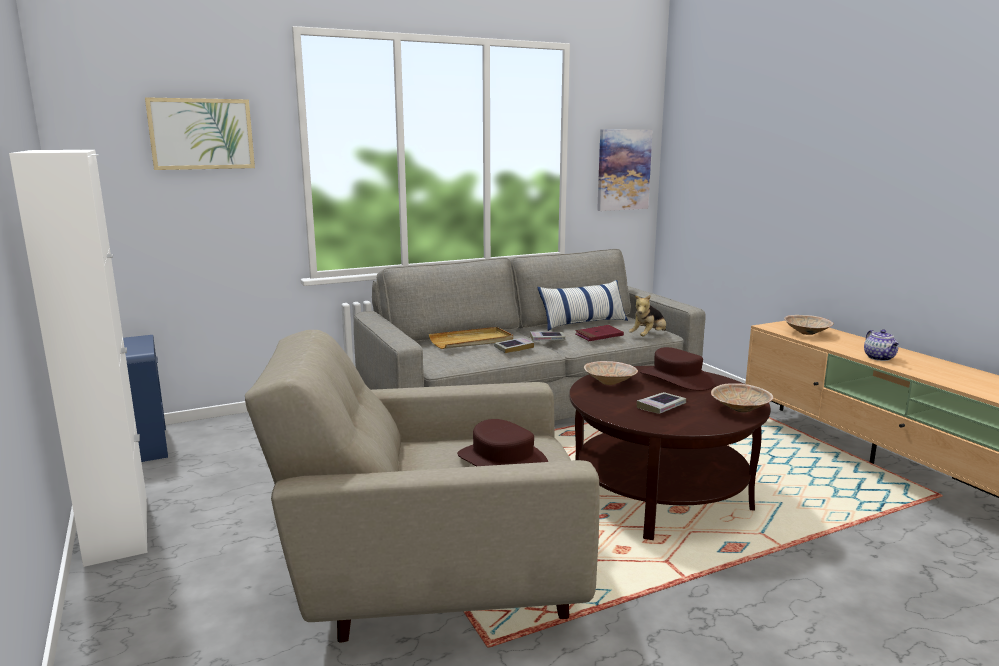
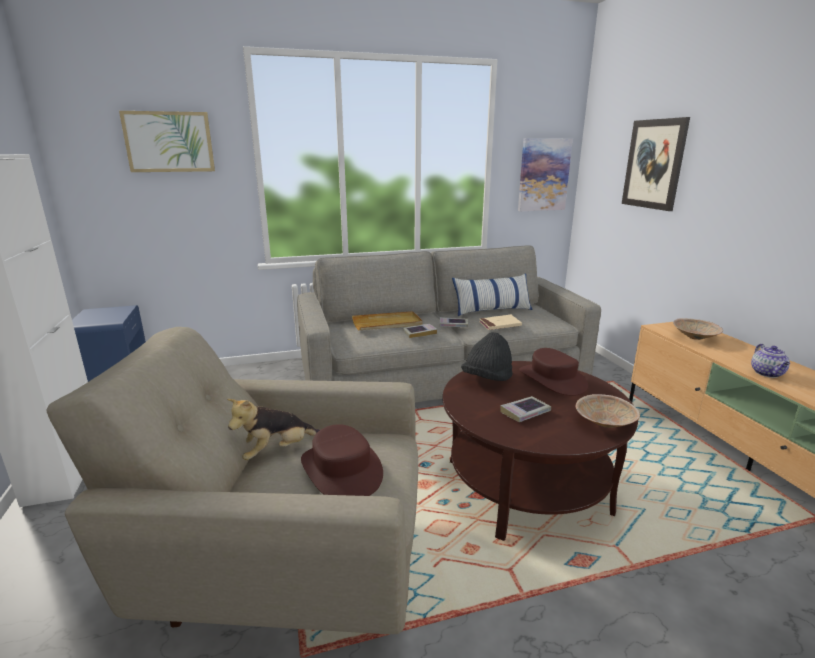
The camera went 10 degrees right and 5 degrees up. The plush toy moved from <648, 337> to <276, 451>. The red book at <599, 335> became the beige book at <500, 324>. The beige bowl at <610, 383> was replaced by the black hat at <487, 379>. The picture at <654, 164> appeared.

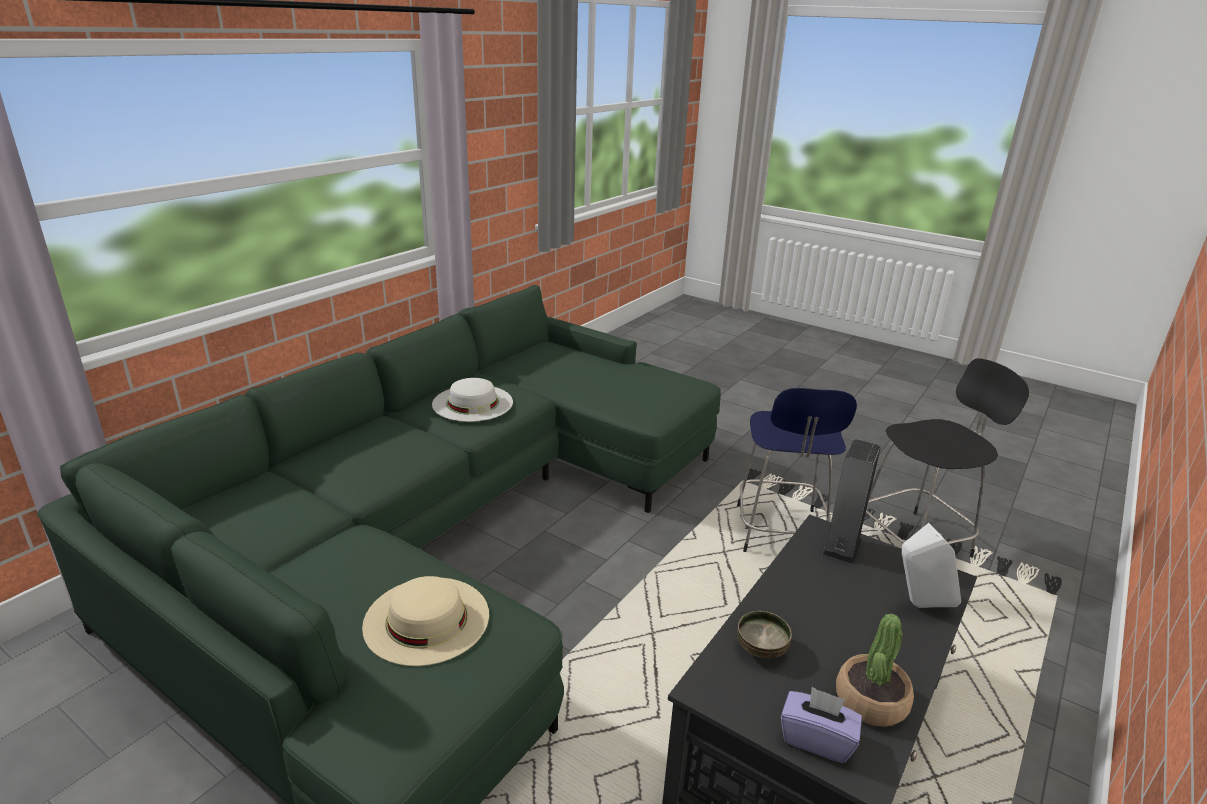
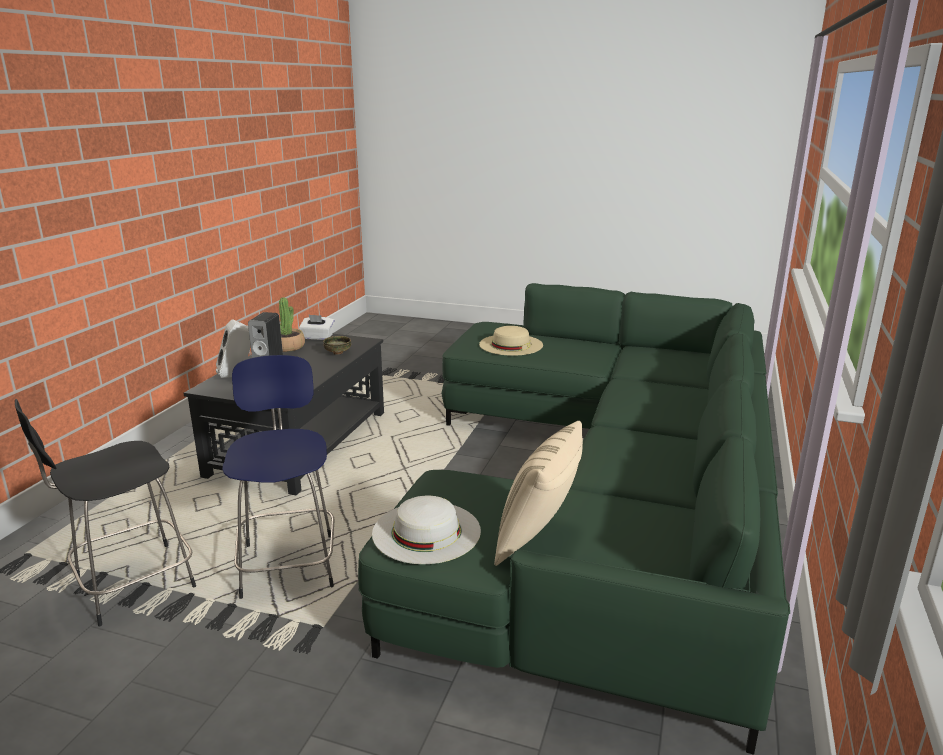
The camera went 165 degrees right and 5 degrees down. The white hat moved from <472, 403> to <426, 531>. The purple tissue box at <816, 739> became the white tissue box at <317, 337>. The beige pillow at <539, 539> appeared.

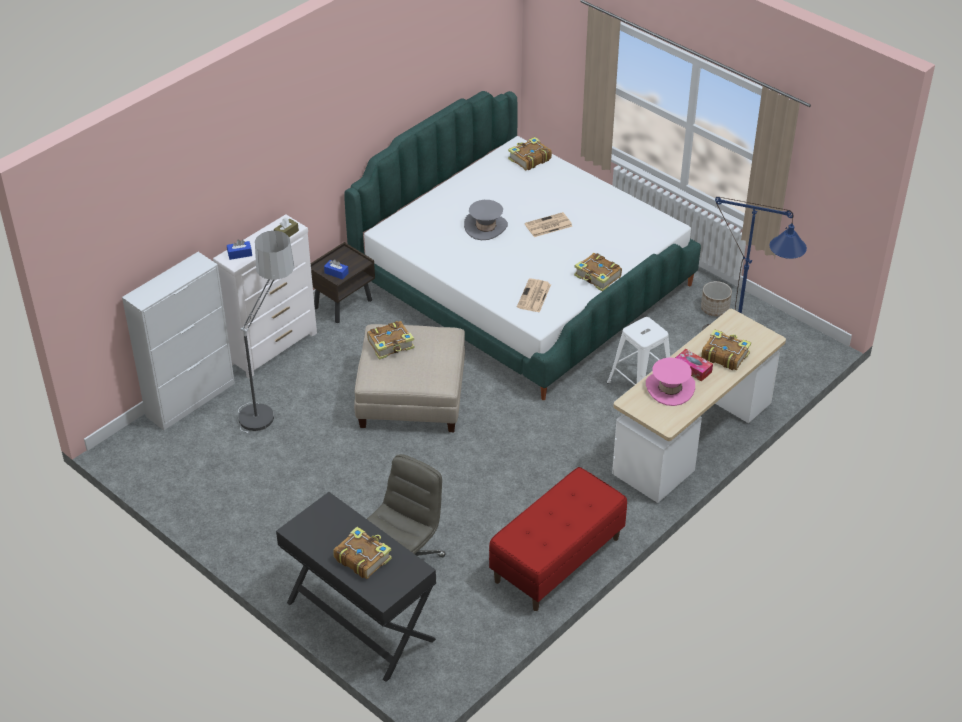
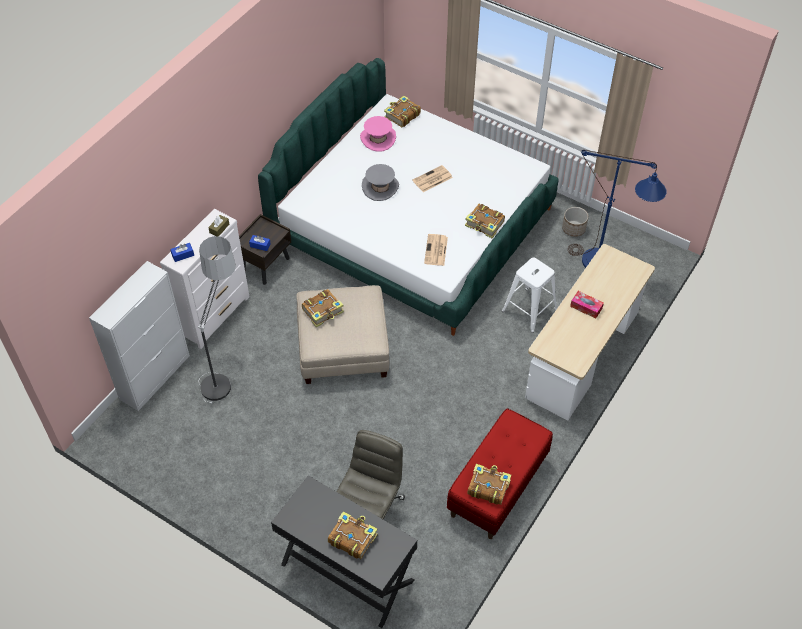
The camera went 10 degrees left and 10 degrees up. The book moved from <724, 355> to <488, 487>. The pink hat moved from <670, 388> to <378, 139>.

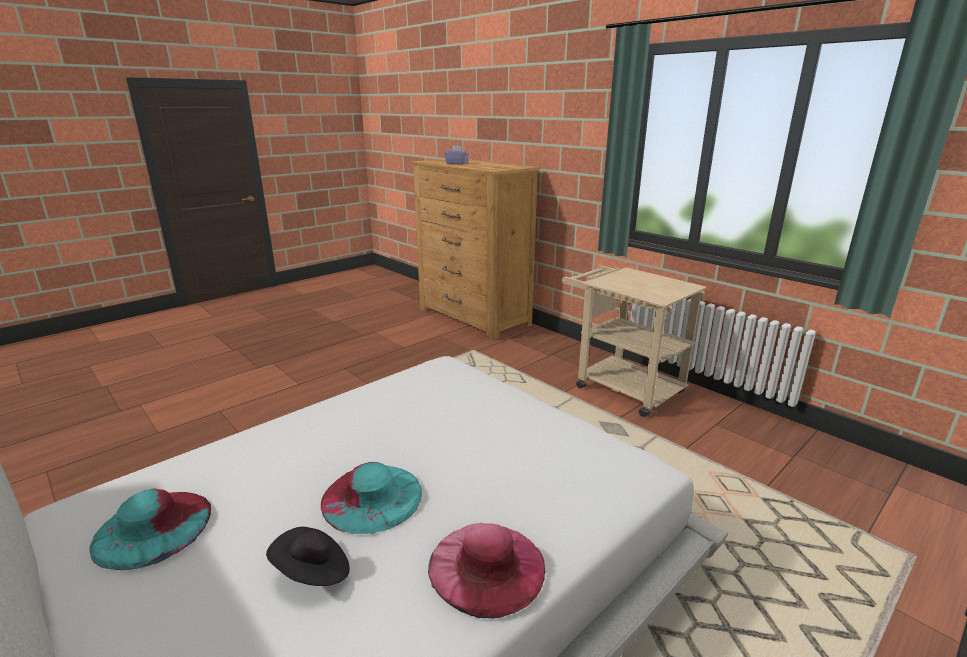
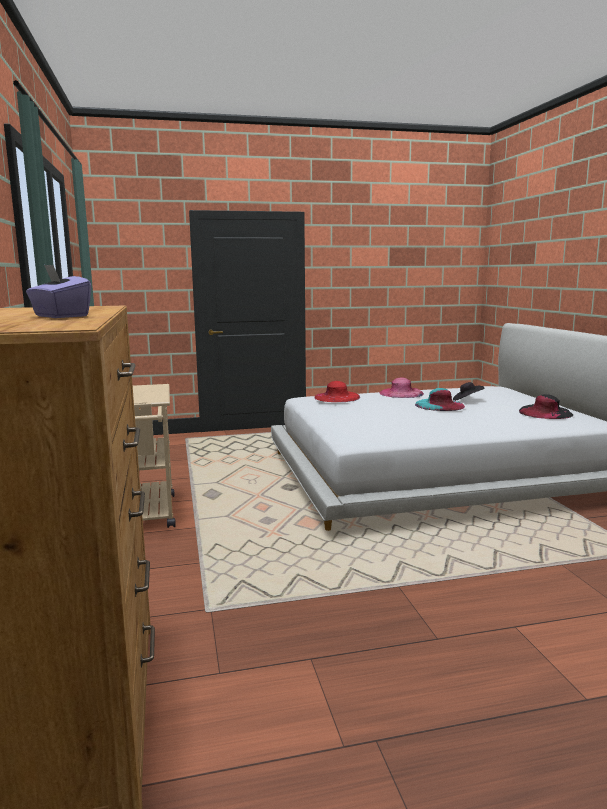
The camera went 150 degrees left and 10 degrees down. The turquoise hat at <153, 527> became the black hat at <545, 412>. The red hat at <337, 397> appeared.

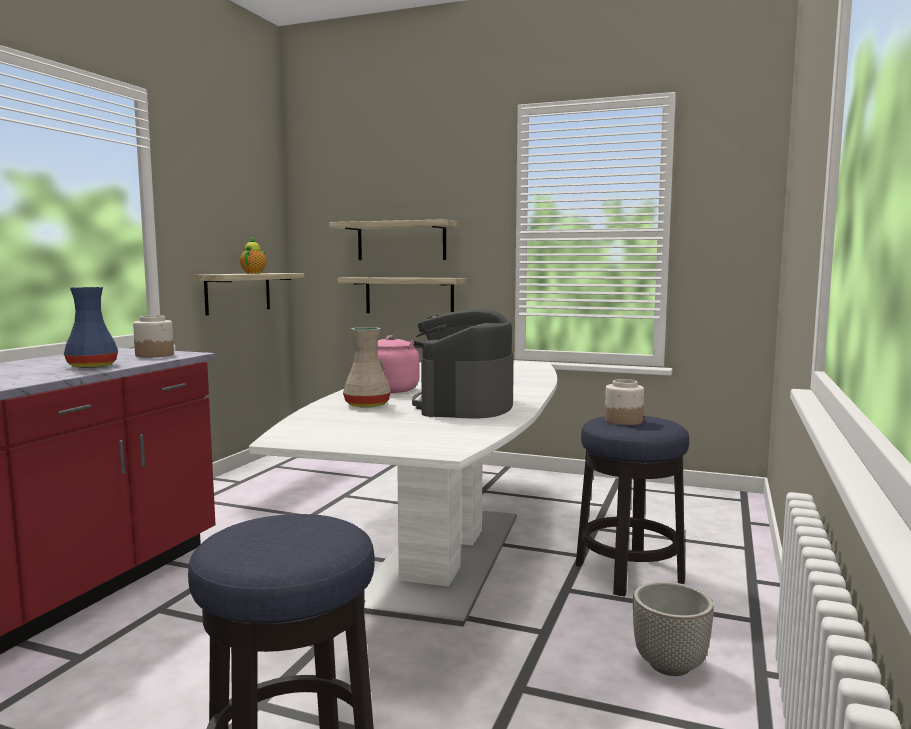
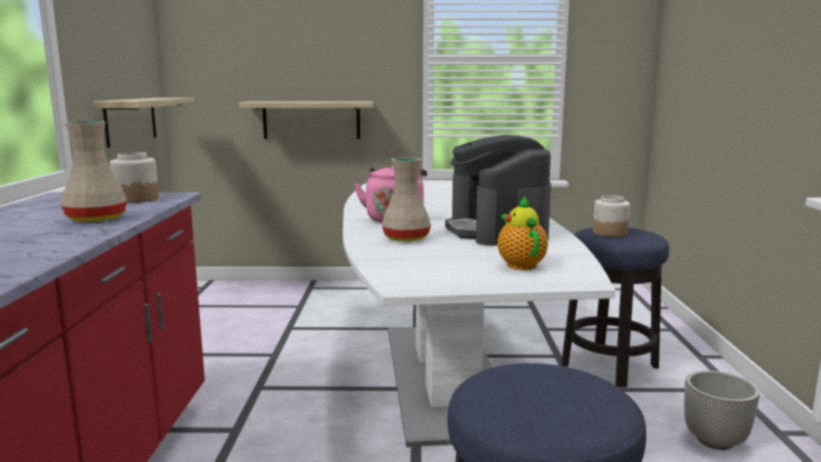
The camera went 20 degrees left and 5 degrees up. The shelf at <401, 241> disappeared. The teapot moved from <254, 273> to <520, 264>. The blue vase at <93, 366> became the beige vase at <97, 219>.

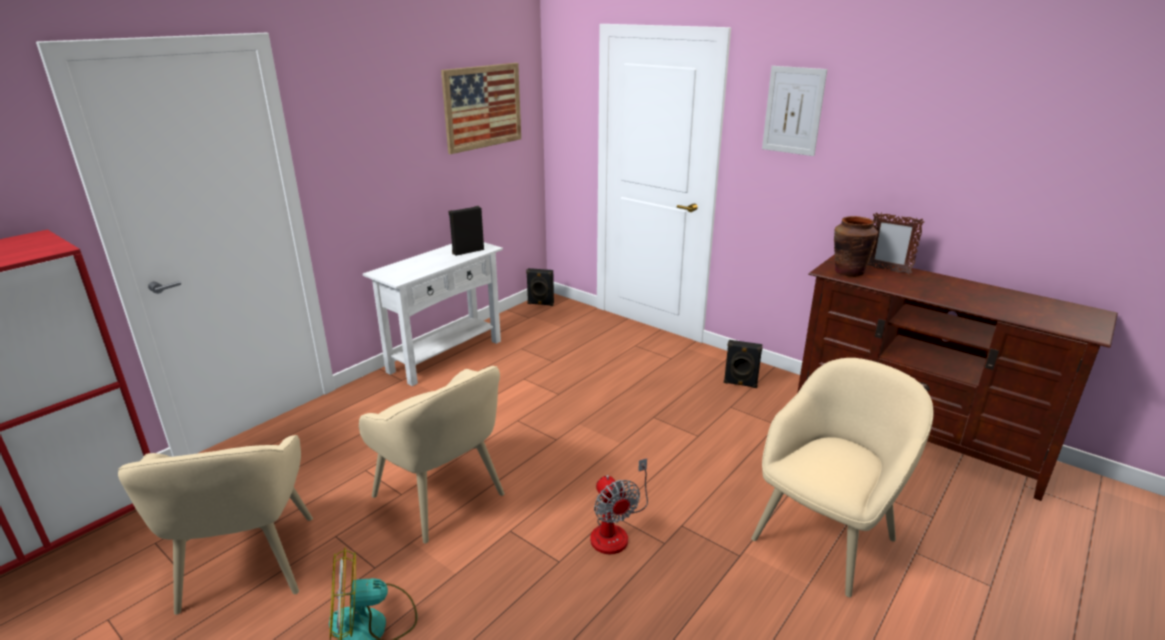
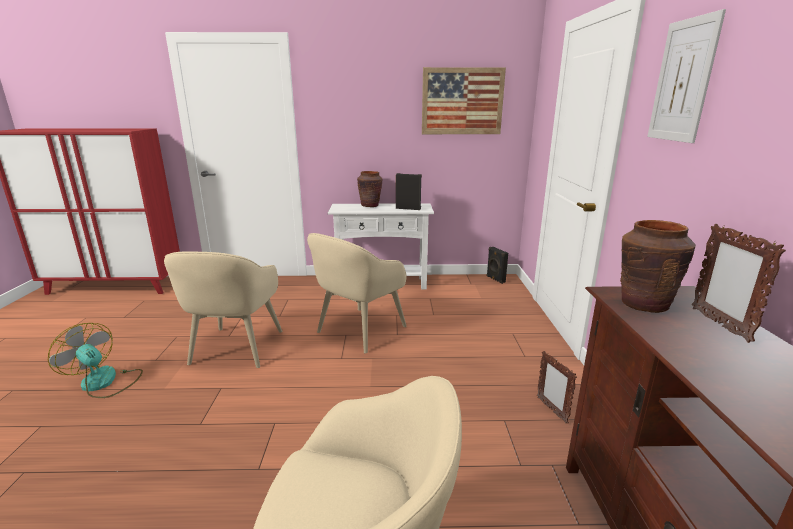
The camera went 50 degrees right and 5 degrees down. The black speaker at <740, 384> was replaced by the picture frame at <551, 410>. The beige armchair moved from <248, 565> to <360, 330>. The fan at <615, 530> disappeared. The brown vase at <370, 205> appeared.

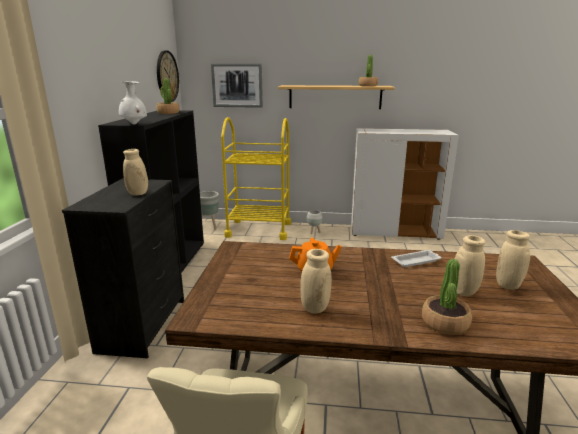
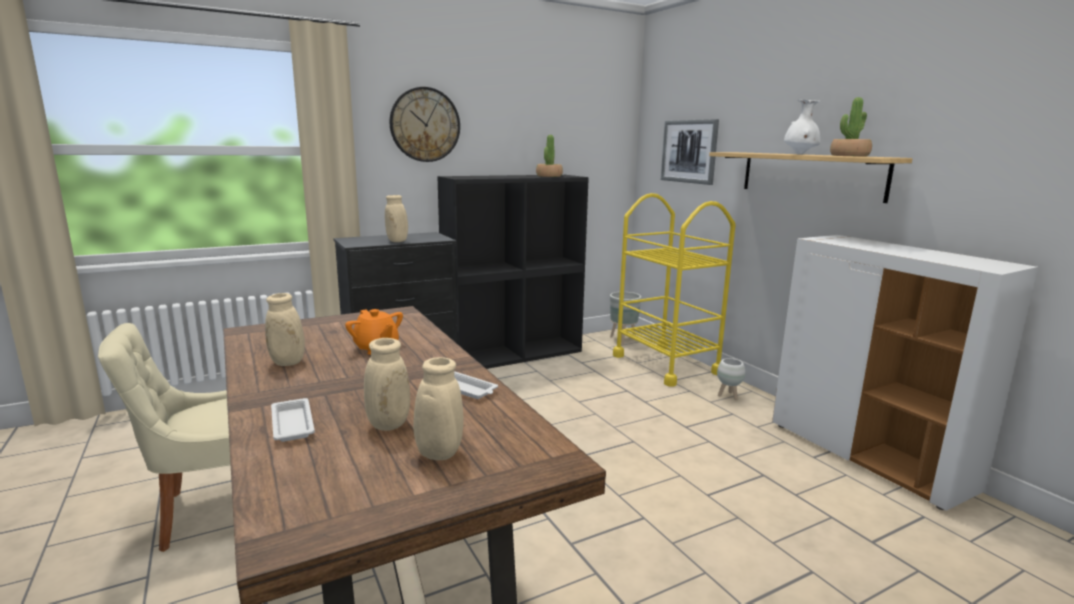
The camera went 55 degrees right and 5 degrees down. The wall clock moved from <167, 76> to <425, 125>. The white vase moved from <134, 124> to <800, 154>. The potted plant at <445, 323> was replaced by the white tray at <292, 423>.

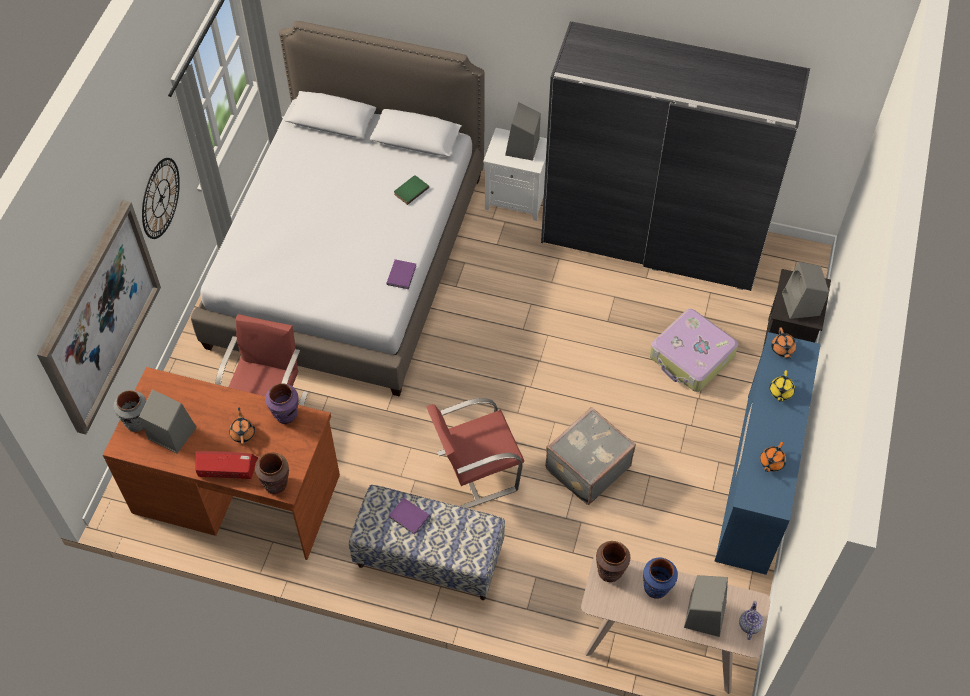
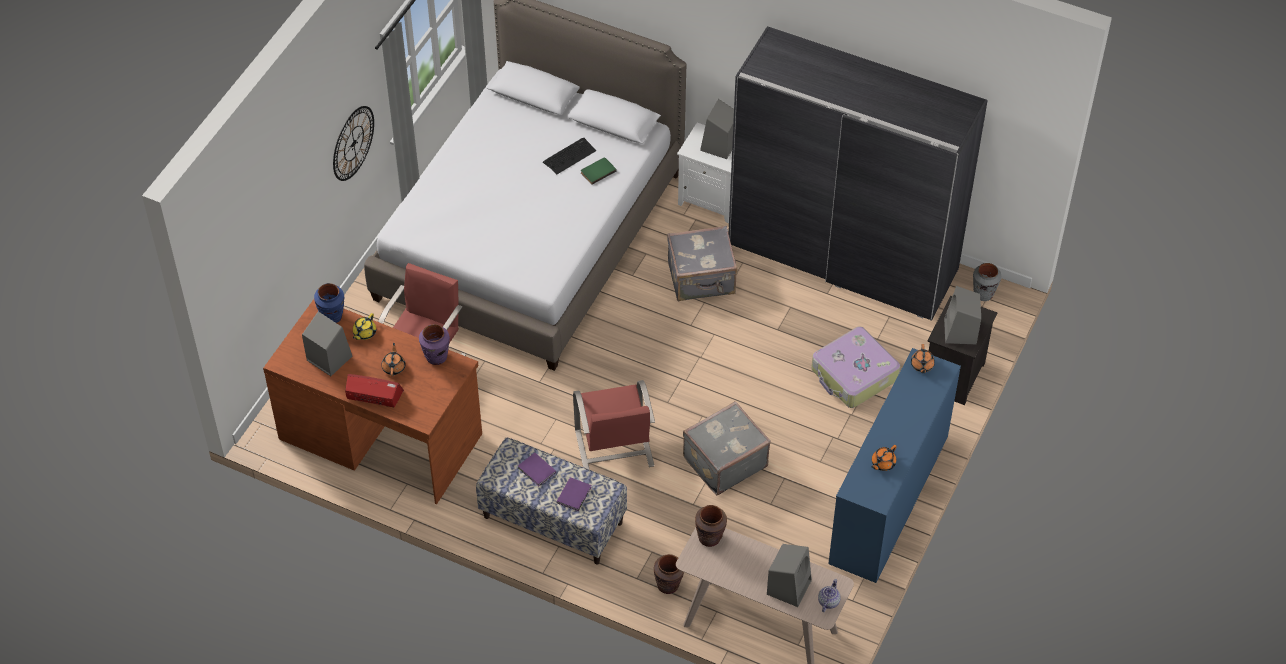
The camera went 10 degrees right and 5 degrees down. The picture at <99, 317> disappeared. The purple book moved from <402, 274> to <575, 494>. The yellow teapot moved from <780, 392> to <364, 333>. The grey vase moved from <137, 422> to <983, 294>. The red chair at <475, 471> turned 90 degrees counterclockwise. The brown vase moved from <276, 484> to <668, 585>. The blue vase moved from <656, 588> to <332, 316>. The keyboard at <569, 156> appeared. The grey suitcase at <702, 279> appeared.

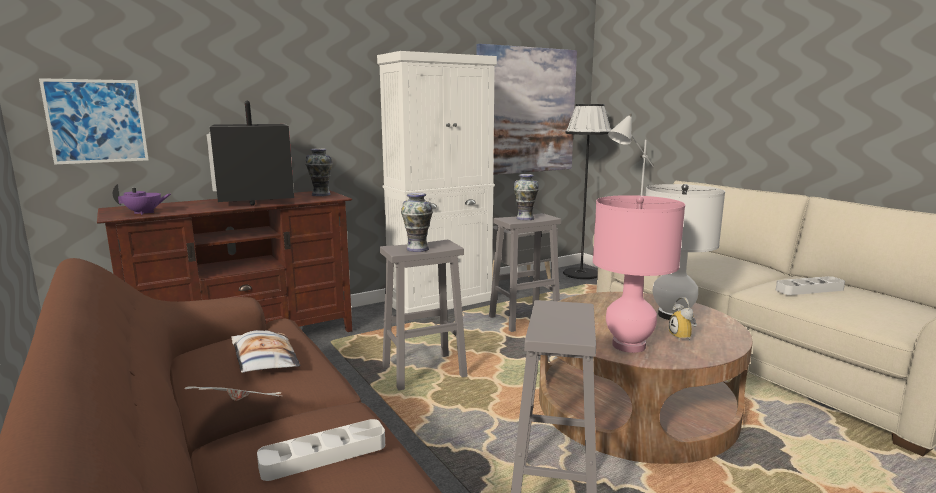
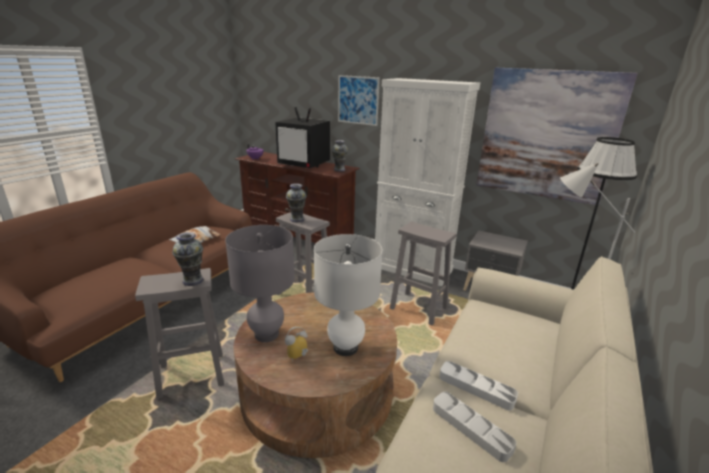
The camera went 60 degrees right and 10 degrees up. The picture moved from <96, 121> to <358, 100>. The television at <256, 201> turned 105 degrees counterclockwise. The vase moved from <525, 218> to <193, 280>. The pink table lamp at <628, 345> became the grey table lamp at <267, 334>. The newspaper at <242, 413> disappeared. The white tray moved from <324, 455> to <476, 388>.

